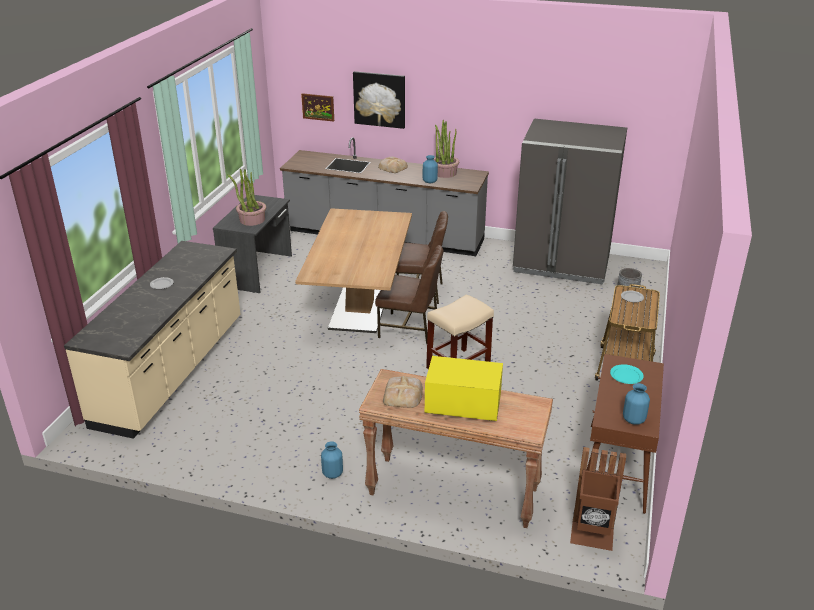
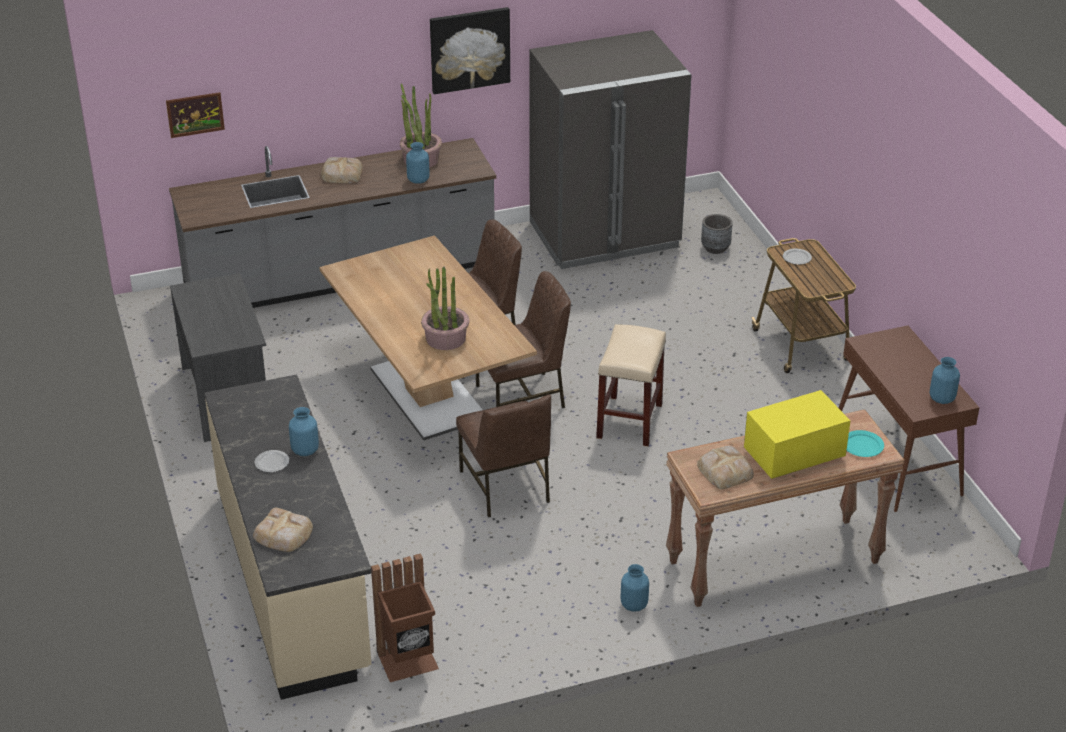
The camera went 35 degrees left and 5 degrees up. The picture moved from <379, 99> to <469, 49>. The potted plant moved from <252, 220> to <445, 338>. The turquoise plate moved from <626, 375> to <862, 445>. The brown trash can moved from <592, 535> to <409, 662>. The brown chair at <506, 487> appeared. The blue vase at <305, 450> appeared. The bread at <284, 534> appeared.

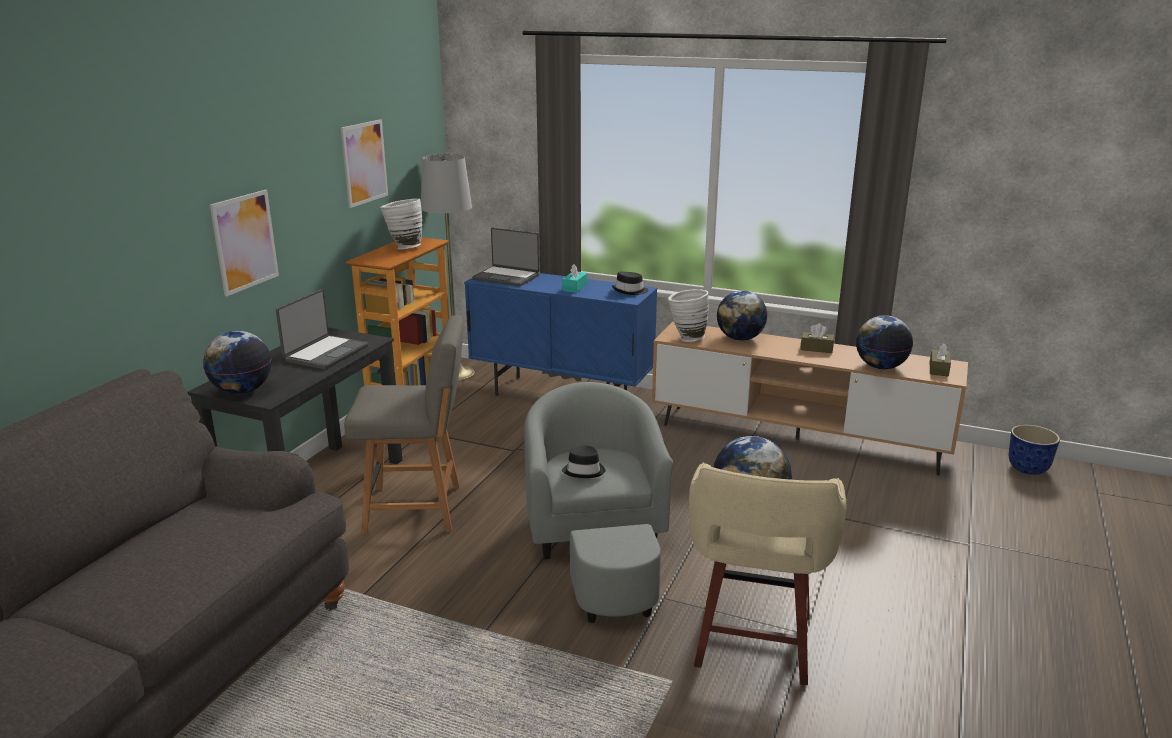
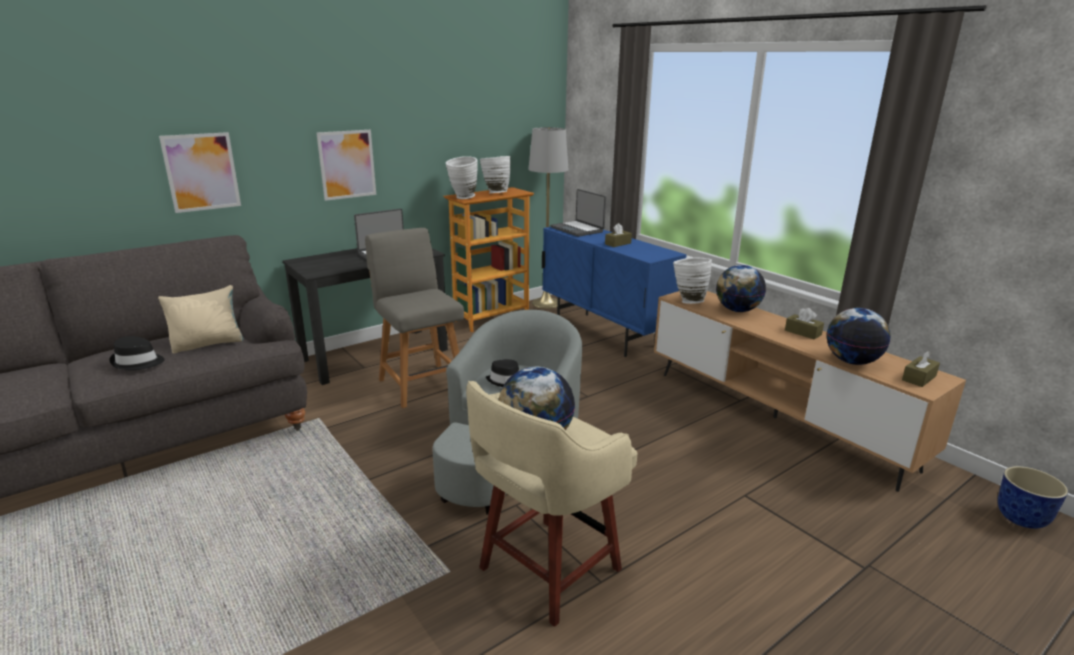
The camera went 30 degrees right and 0 degrees up. The picture moved from <364, 163> to <201, 172>. The turquoise tissue box at <575, 287> became the brown tissue box at <618, 244>. The black hat moved from <630, 291> to <137, 362>. The grey chair at <417, 509> turned 150 degrees counterclockwise. The globe at <242, 391> disappeared. The white vase at <463, 198> appeared. The beige pillow at <208, 344> appeared.

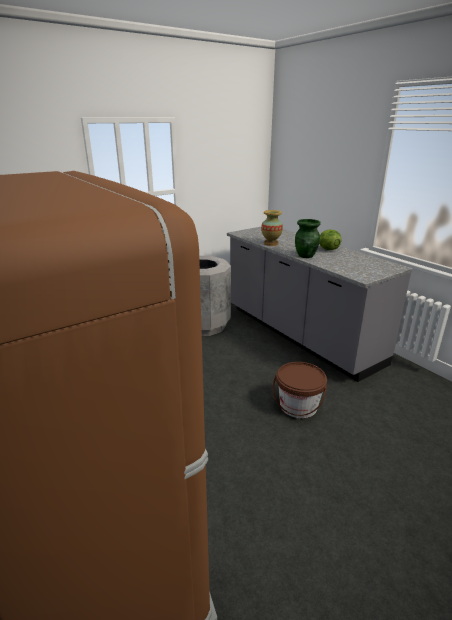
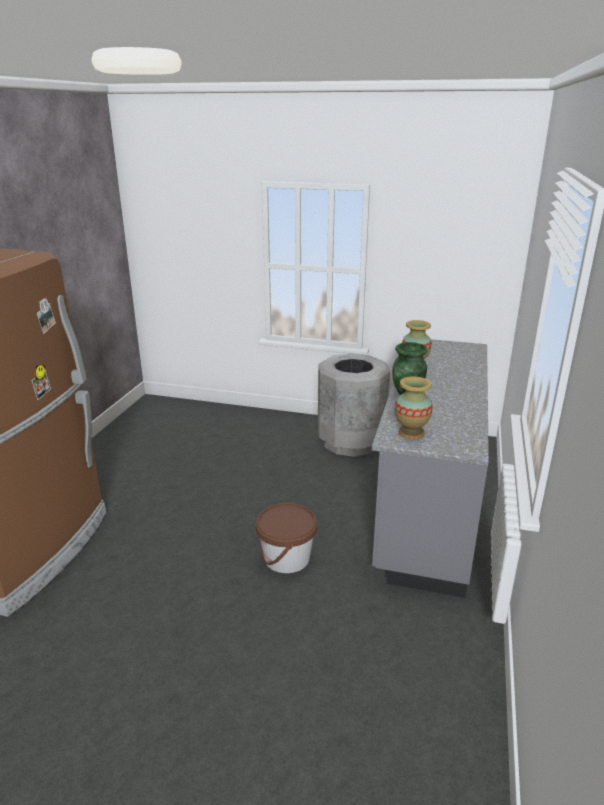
The camera went 50 degrees right and 0 degrees up. The lettuce at <327, 249> disappeared. The vase at <411, 433> appeared.

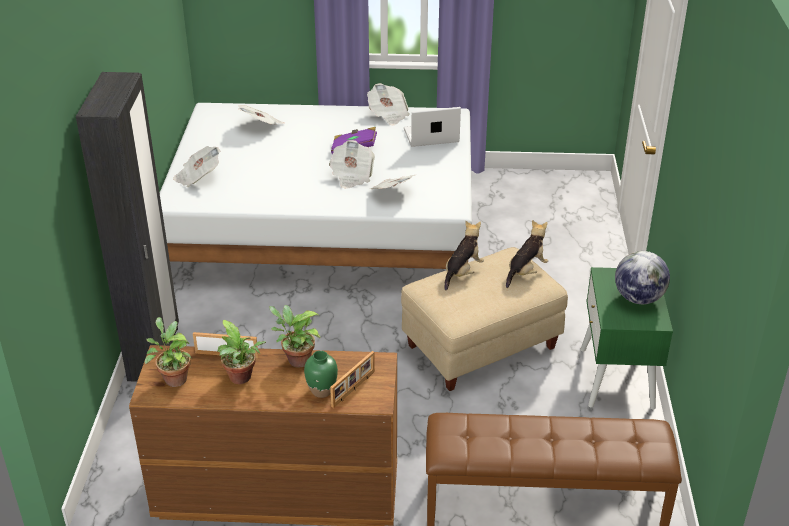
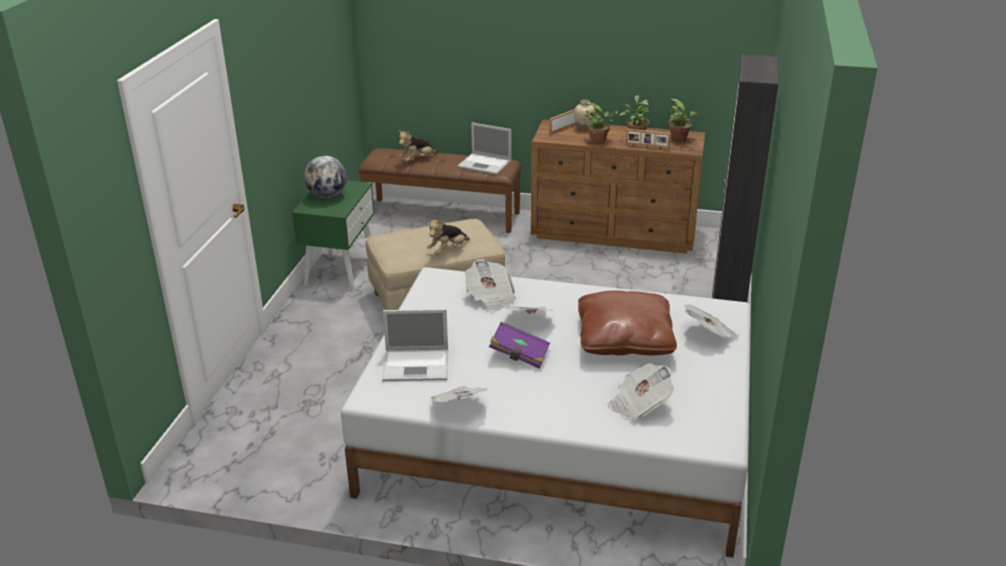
The camera went 170 degrees left and 5 degrees down. The plush toy moved from <526, 271> to <417, 160>. The green vase at <321, 391> became the beige vase at <584, 129>. The laptop at <485, 164> appeared. The brown pillow at <624, 339> appeared.

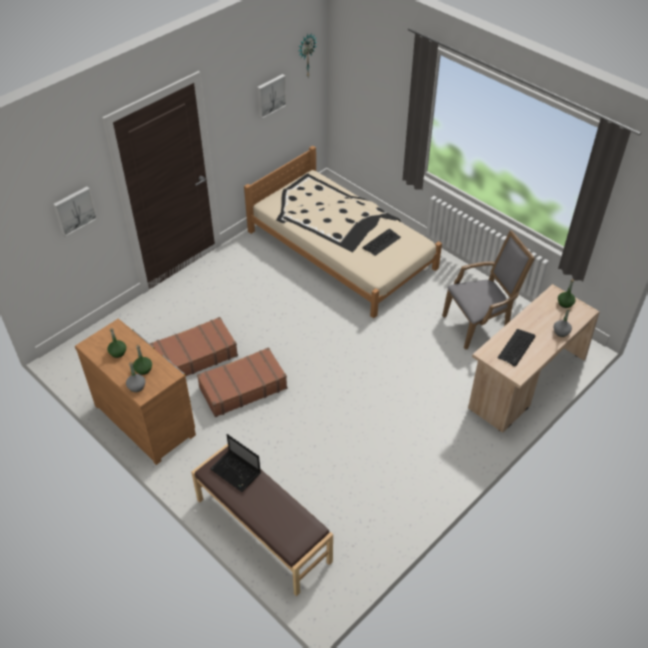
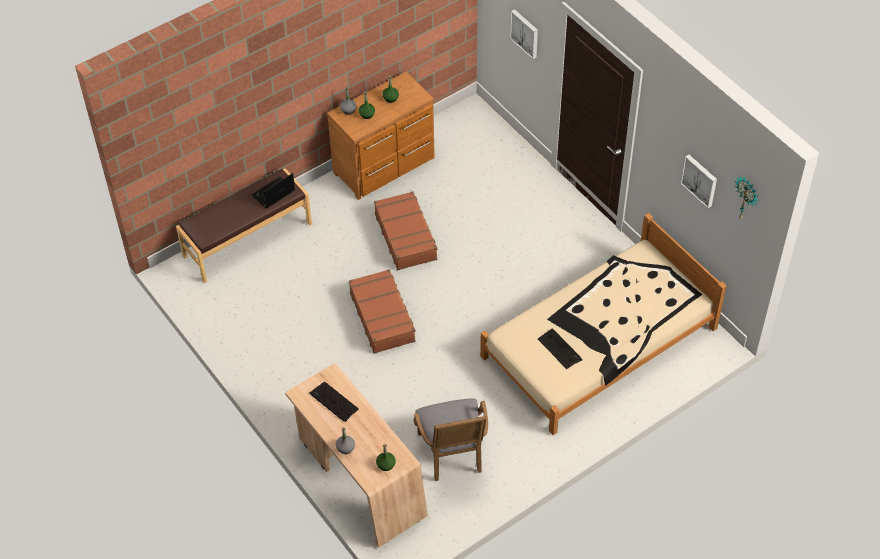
The camera went 100 degrees right and 5 degrees up. The brown suitcase moved from <194, 356> to <382, 317>.

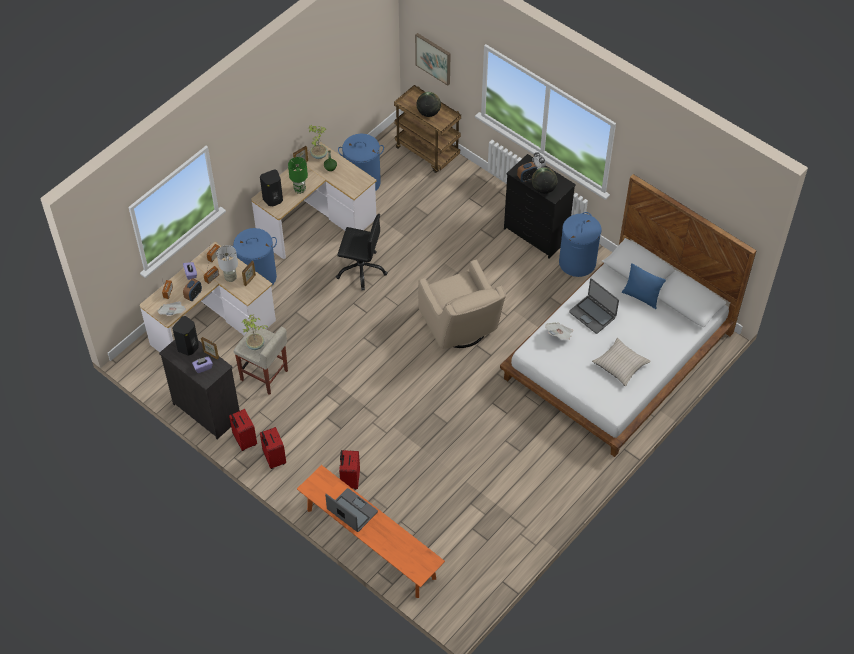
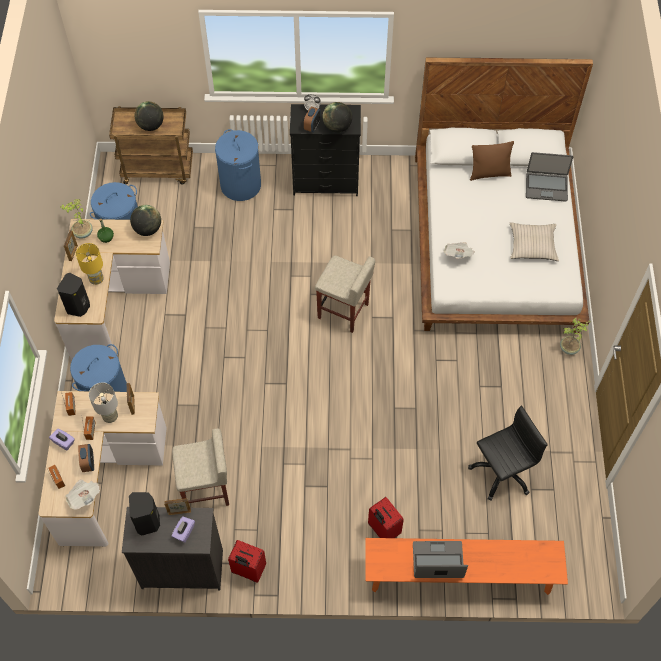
The camera went 40 degrees left and 5 degrees up. The picture at <433, 58> disappeared. The green table lamp at <299, 190> became the yellow table lamp at <96, 279>. The blue laundry basket moved from <577, 262> to <241, 185>. The black office chair moved from <361, 269> to <501, 471>. The beige armchair at <461, 328> was replaced by the beige stool at <344, 311>. The blue pillow at <641, 297> became the brown pillow at <489, 173>. The laptop moved from <592, 314> to <546, 187>. The potted plant moved from <255, 345> to <569, 348>. The red suitcase at <273, 459> disappeared. The globe at <148, 229> appeared.

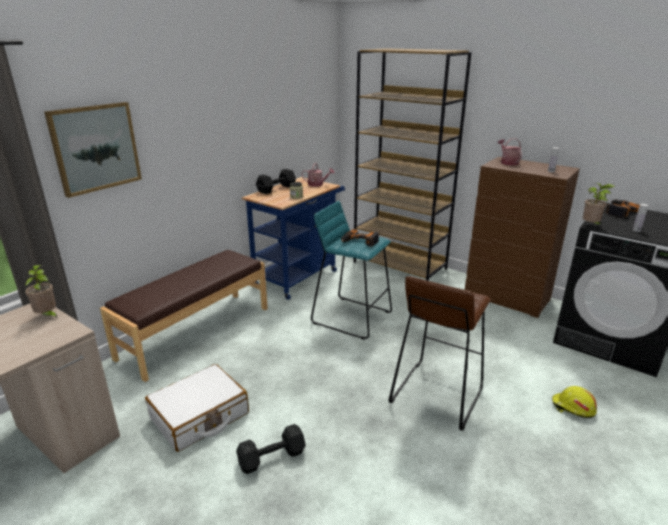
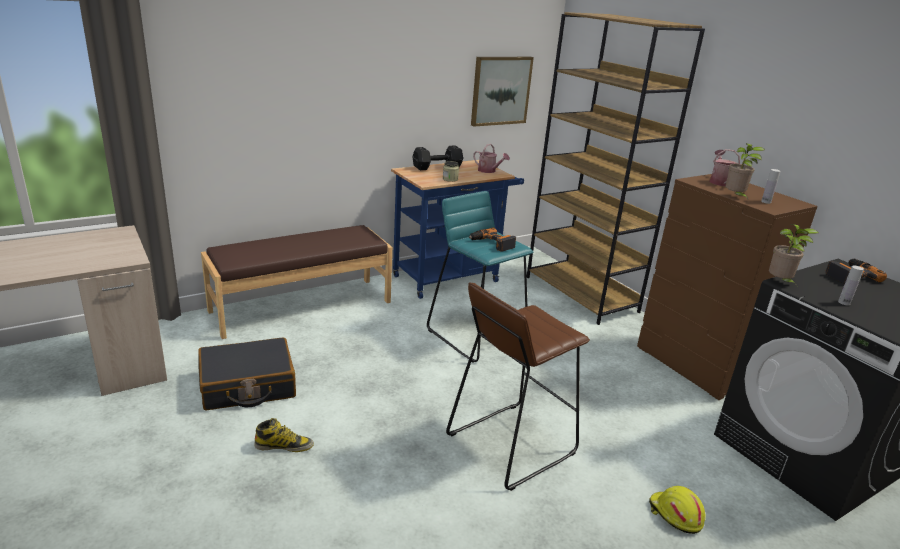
The camera went 20 degrees right and 0 degrees up. The picture moved from <95, 148> to <500, 90>. The potted plant moved from <47, 316> to <735, 197>. The white suitcase at <200, 416> became the black suitcase at <248, 386>. The black dumbbell at <270, 458> was replaced by the boot at <284, 445>.

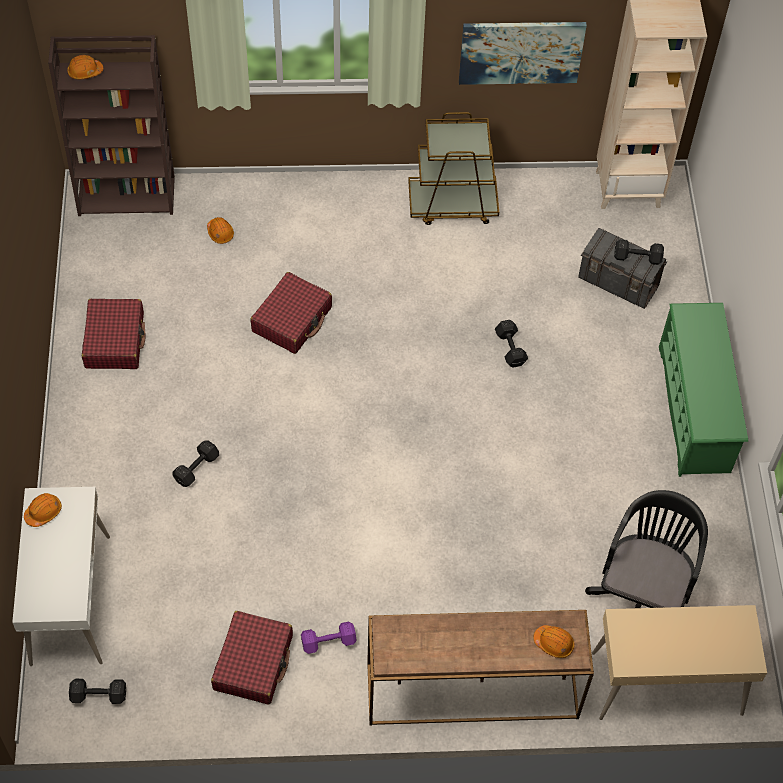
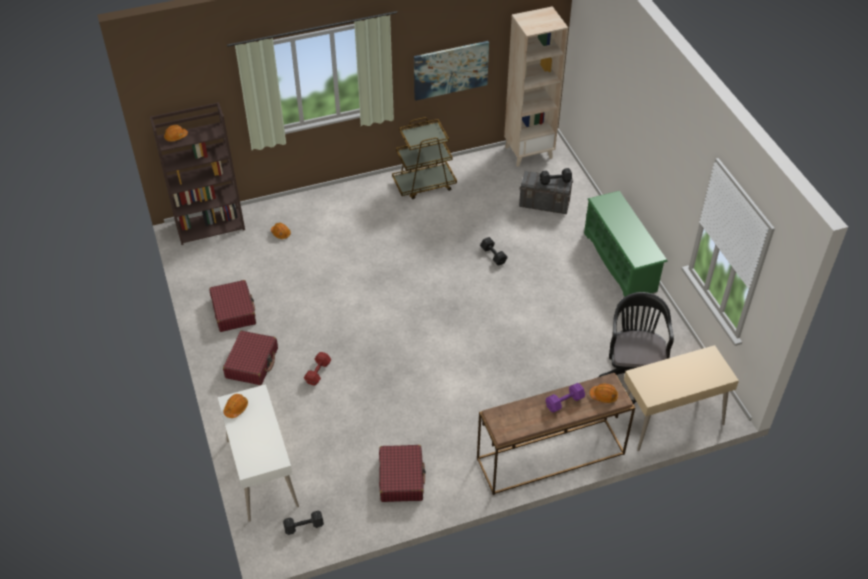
The camera went 15 degrees left and 10 degrees down. The red suitcase moved from <292, 319> to <252, 363>. The black dumbbell at <195, 469> became the red dumbbell at <317, 373>. The purple dumbbell moved from <330, 642> to <565, 402>.

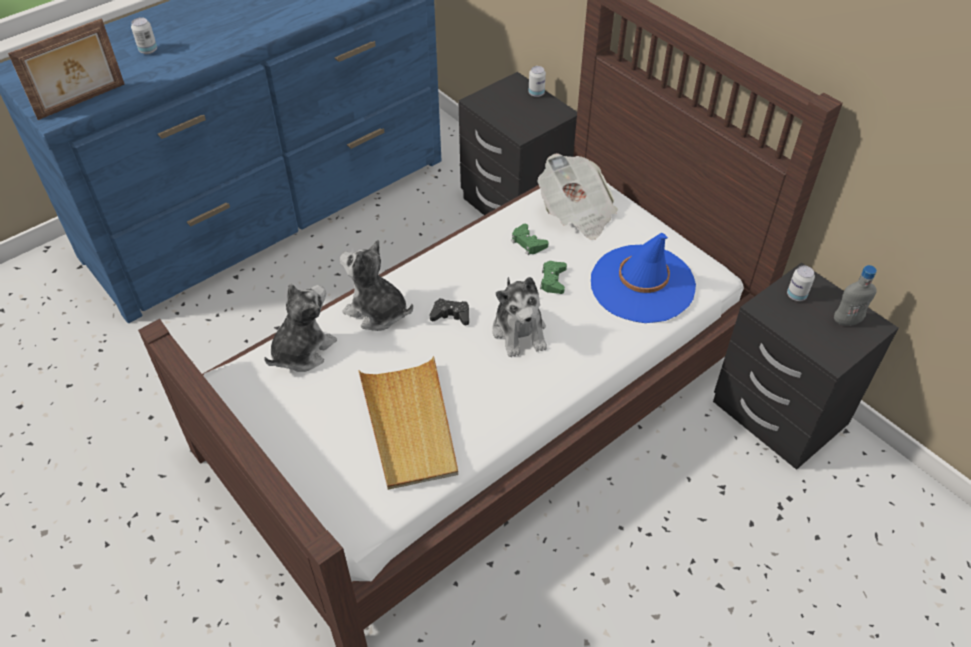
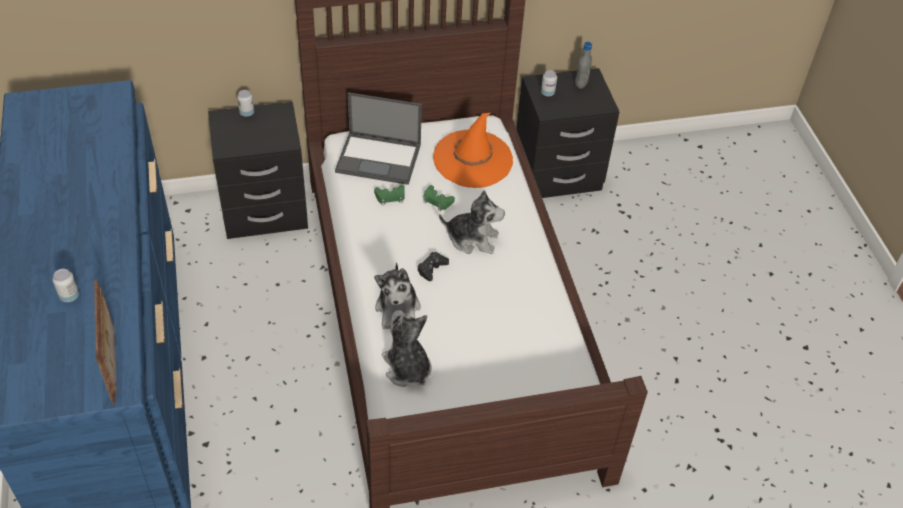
The camera went 65 degrees left and 0 degrees up. The newspaper at <576, 213> was replaced by the laptop at <379, 158>. The blue hat at <642, 284> became the orange hat at <473, 159>. The plush toy at <377, 312> turned 60 degrees counterclockwise. The beige tray at <409, 425> disappeared.

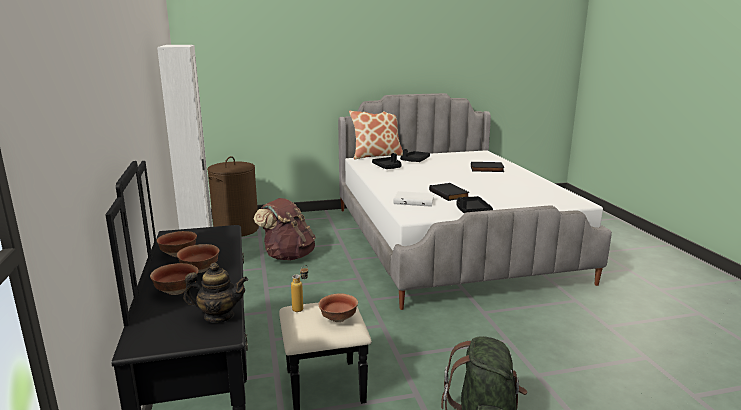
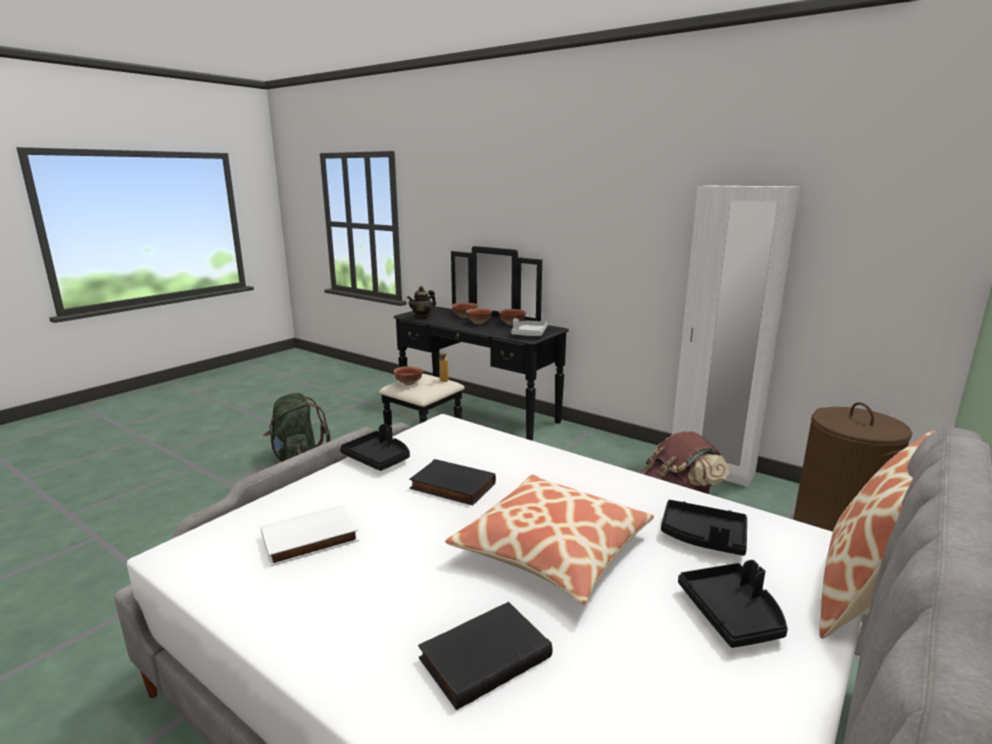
The camera went 140 degrees right and 0 degrees up. The white book moved from <414, 201> to <309, 540>. The grey tray at <529, 334> appeared. The pillow at <553, 549> appeared.

